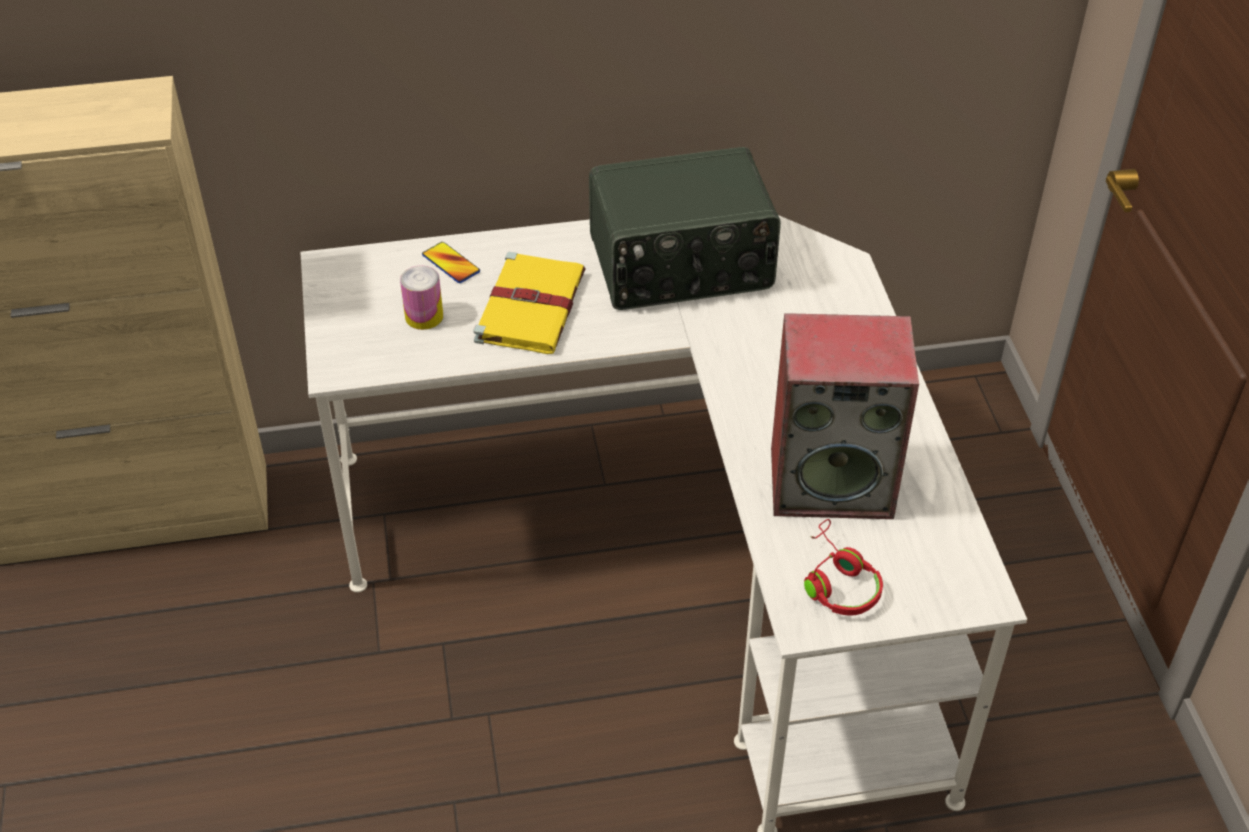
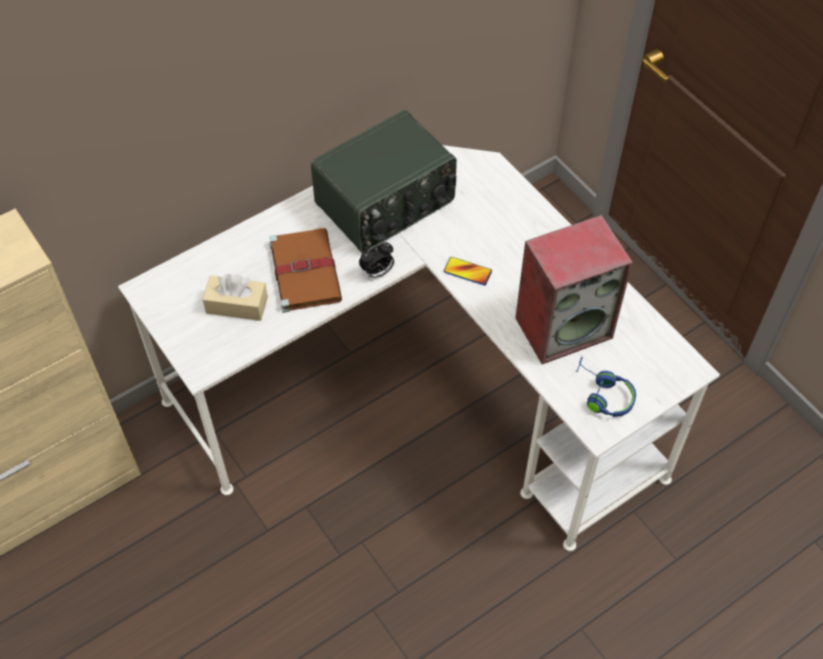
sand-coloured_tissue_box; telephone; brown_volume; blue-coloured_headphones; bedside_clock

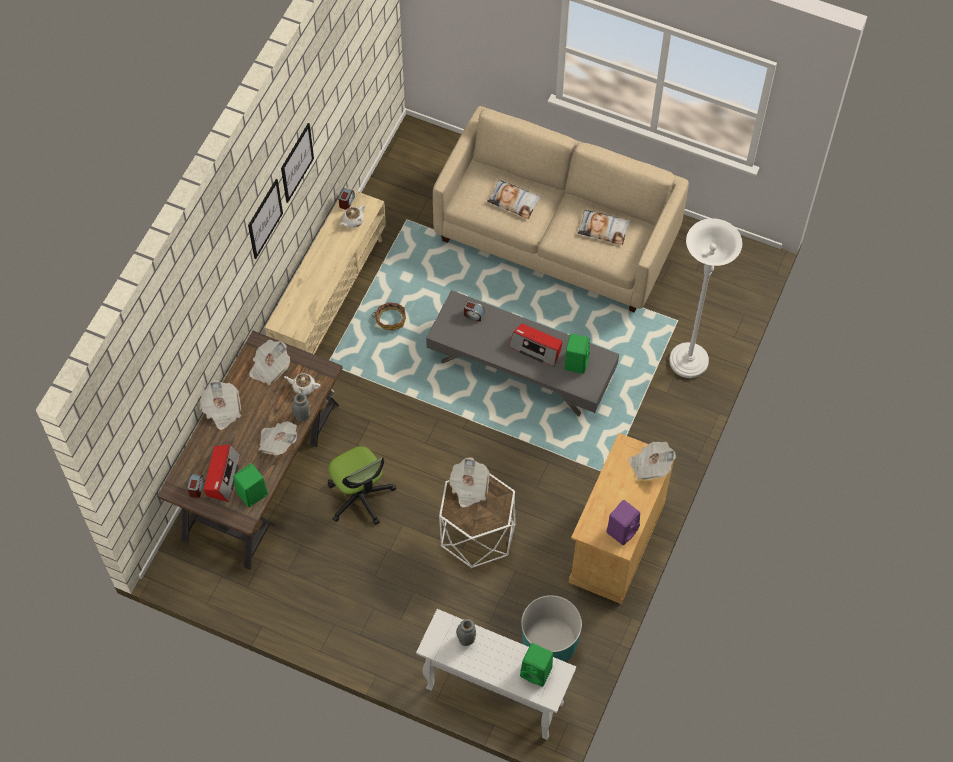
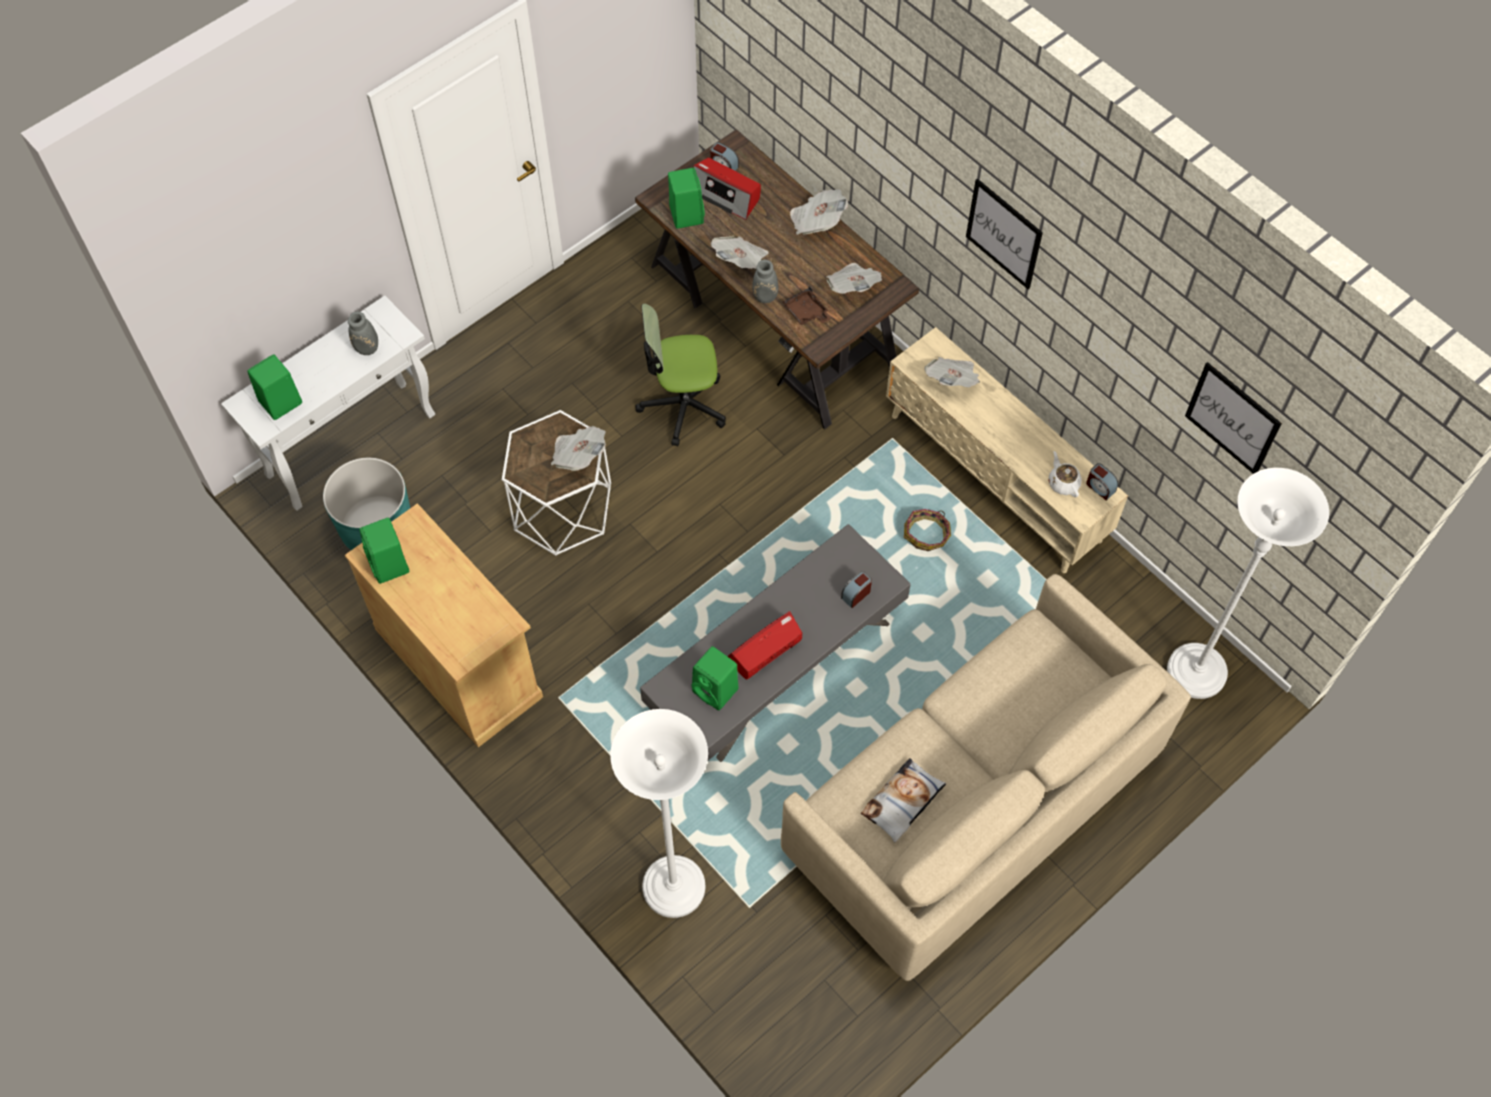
wall_art (2nd from left); brown_serving_tray; cushion (1st from left in the first image); green-coloured_speaker (2nd from left); printed_paper (5th from left); white_floor_lamp (2nd from left)

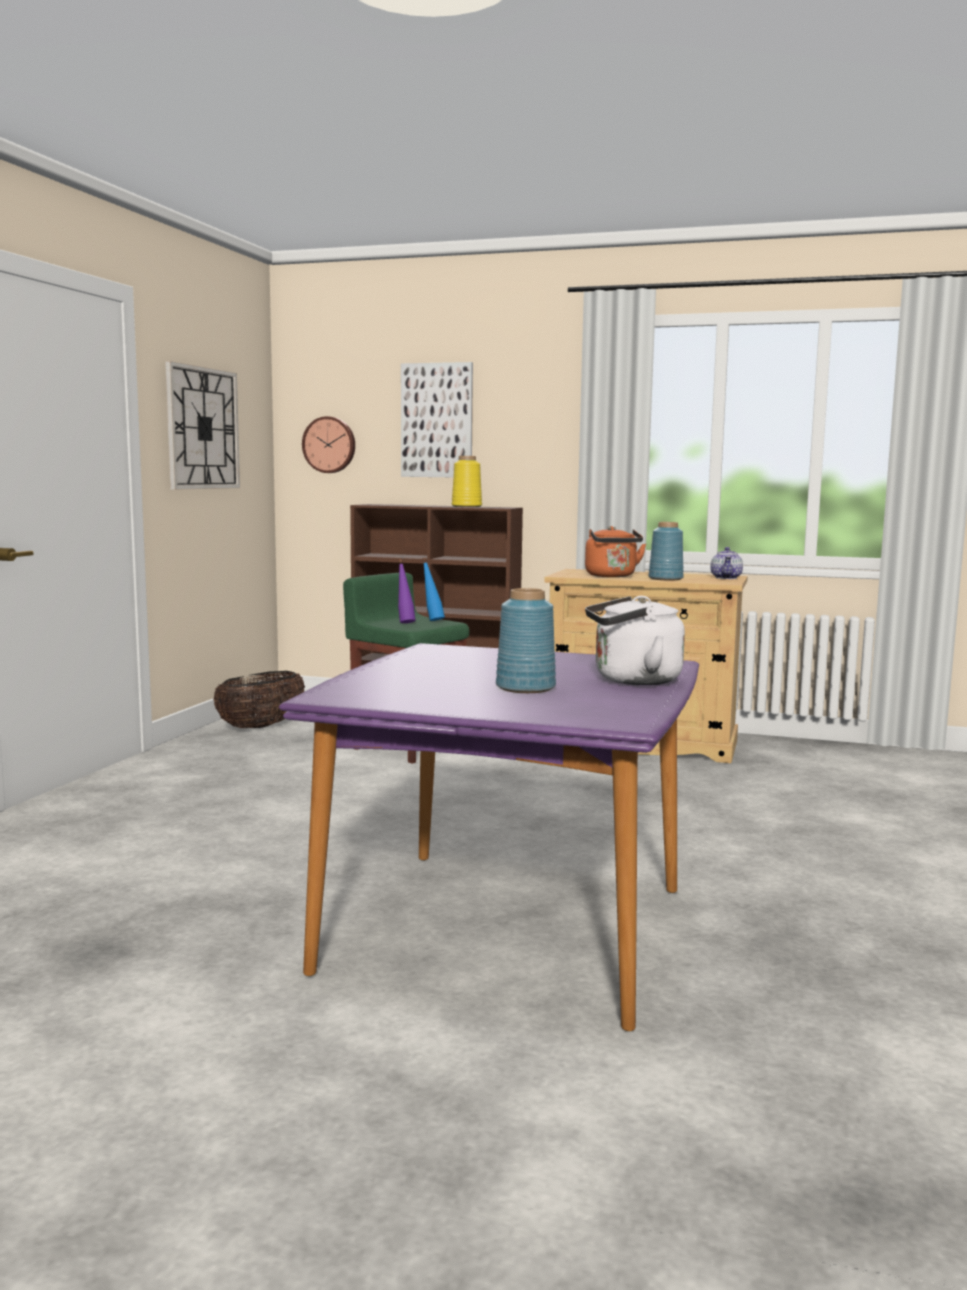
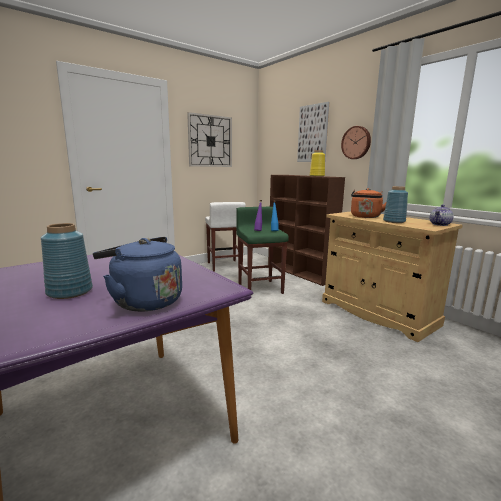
white_stool; clock_on_the_wall (2nd from left); blue-coloured_kettle

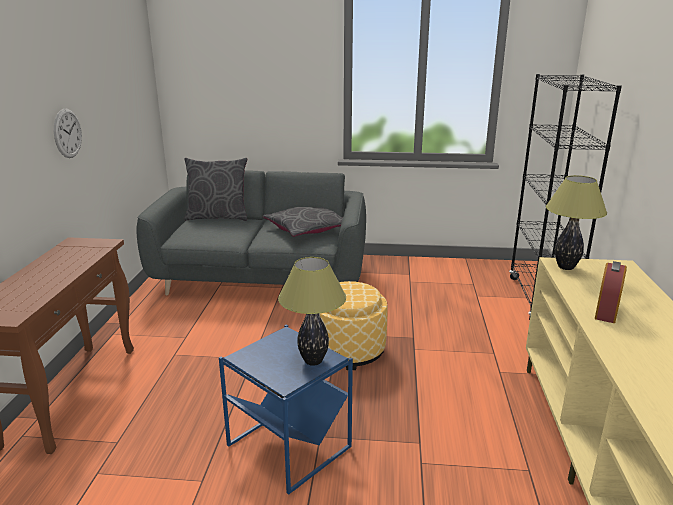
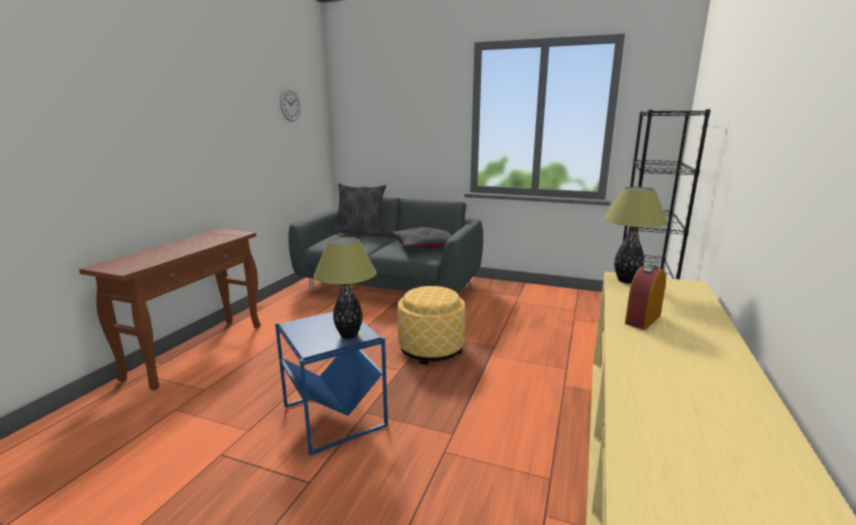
clock_on_the_wall

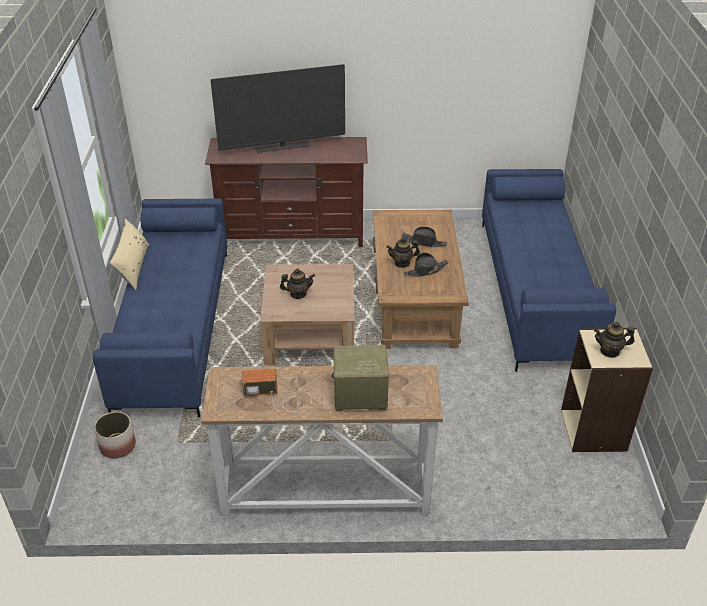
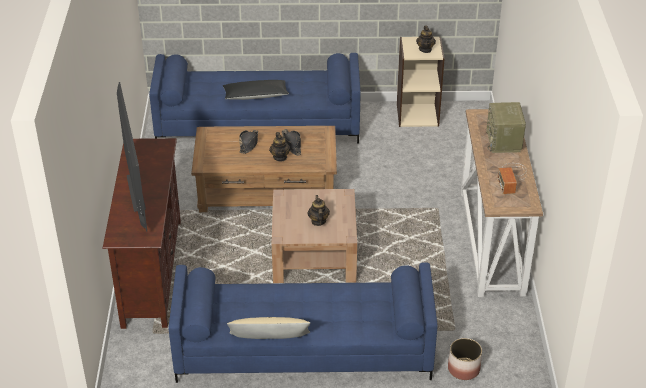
blackish_cushion

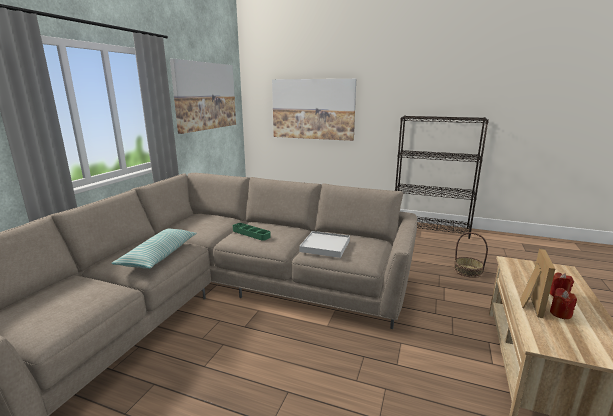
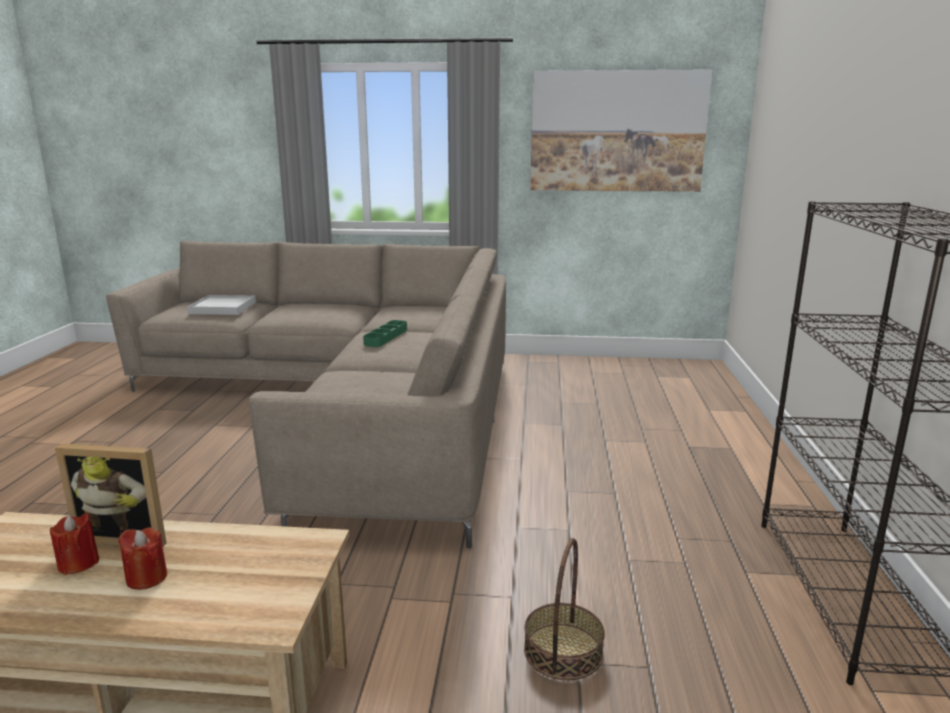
cushion; wall_art (2nd from left in the first image); white_serving_tray

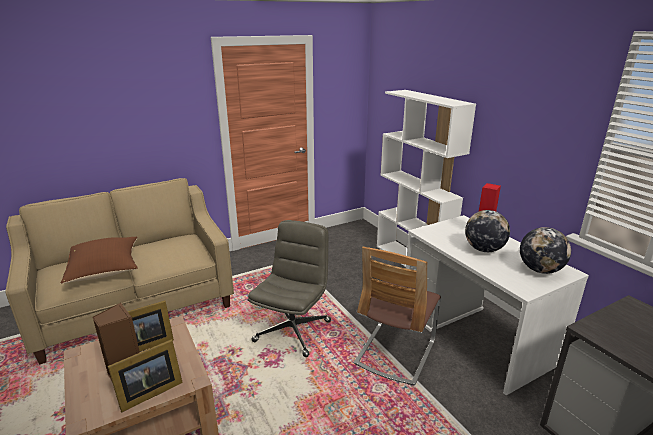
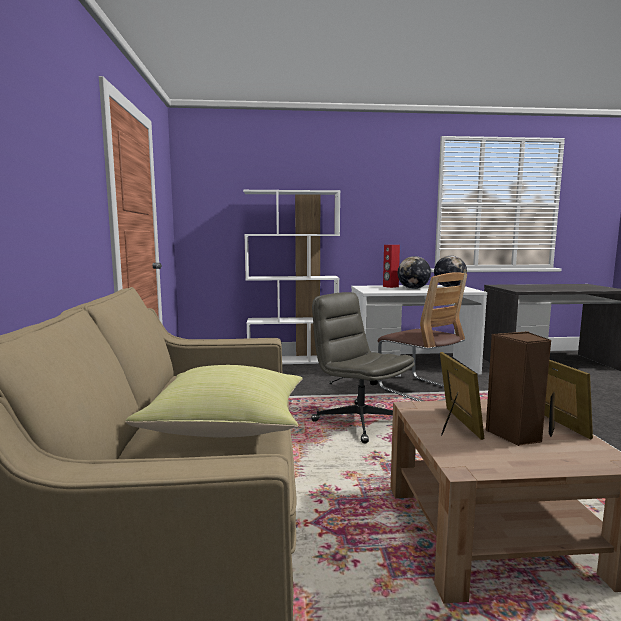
yellowish_cushion

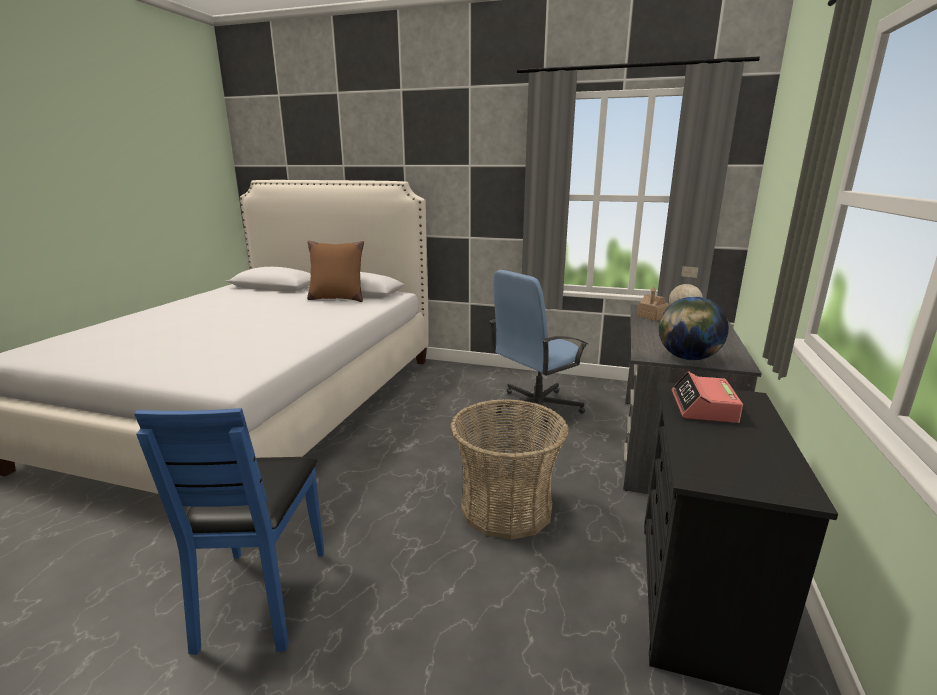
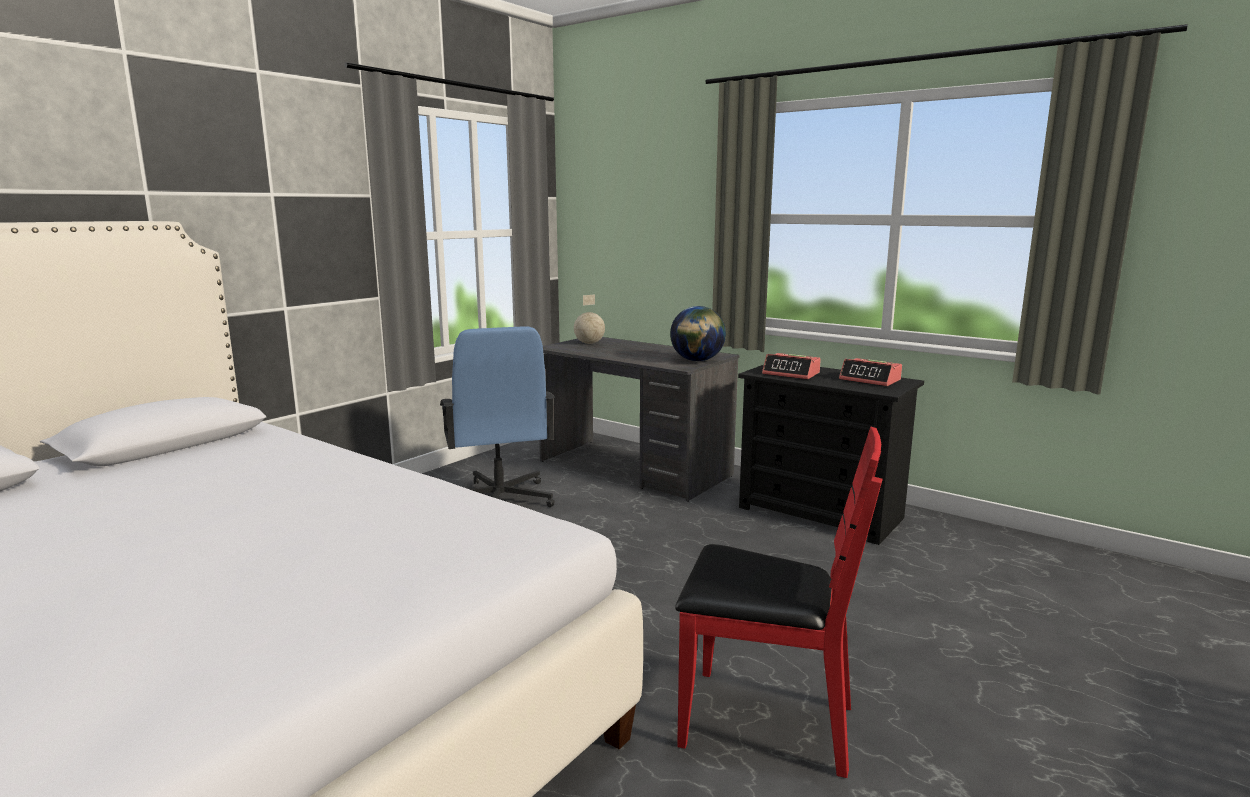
red_plain_chair; brown_cushion; household_basket; toy_house; bedside_clock (2nd from left)

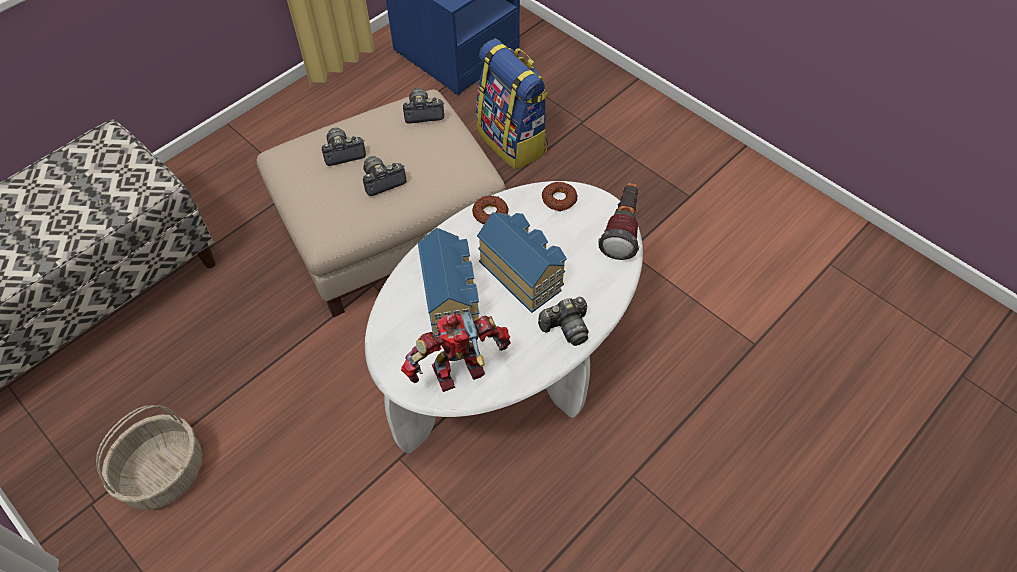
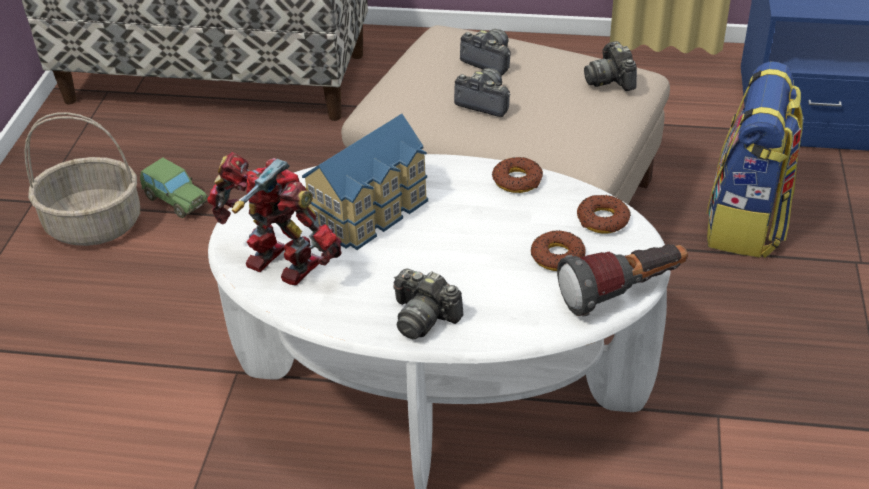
photo_camera (4th from left); toy_house (2nd from left in the first image); toy_car; doughnut (2nd from left)

